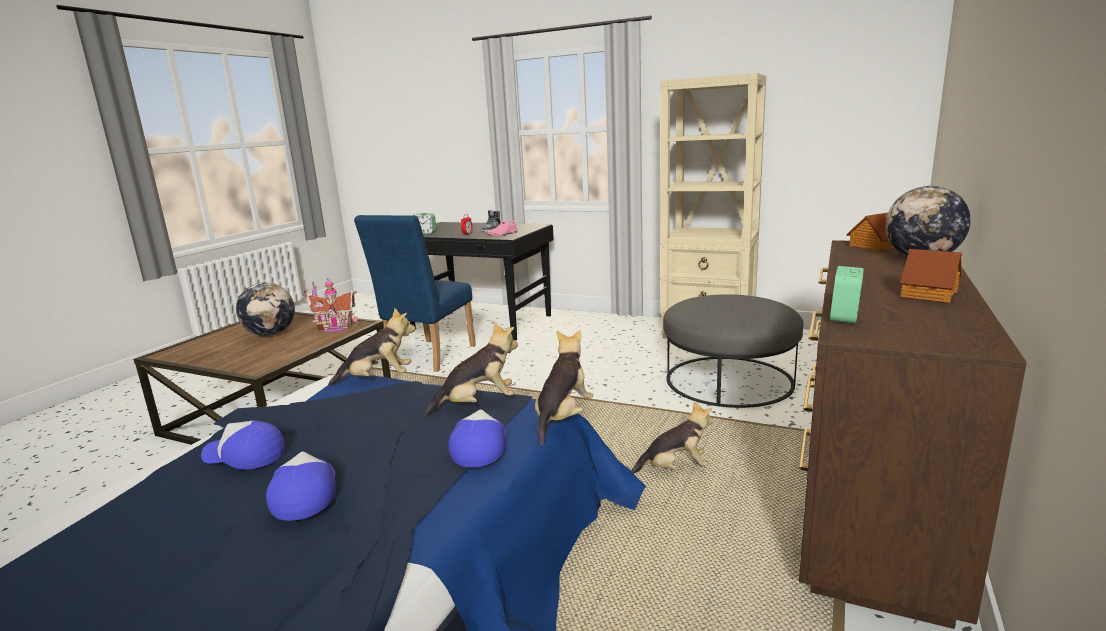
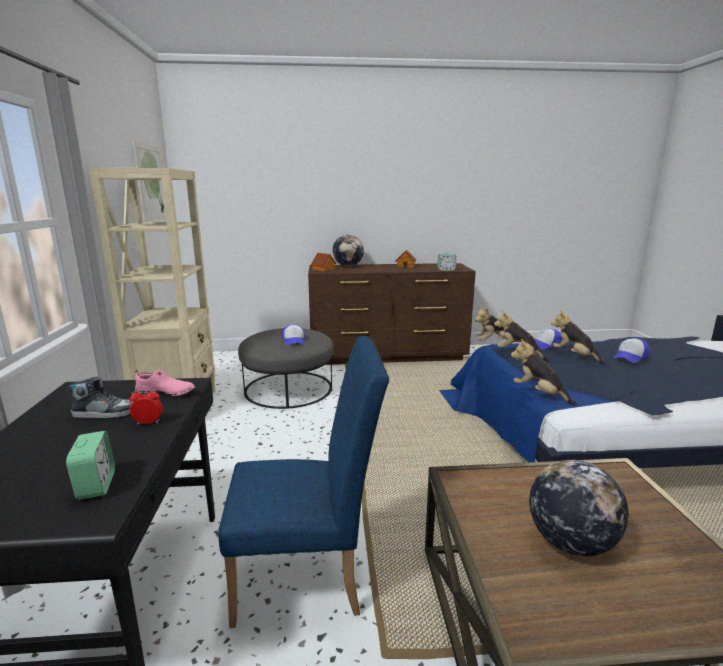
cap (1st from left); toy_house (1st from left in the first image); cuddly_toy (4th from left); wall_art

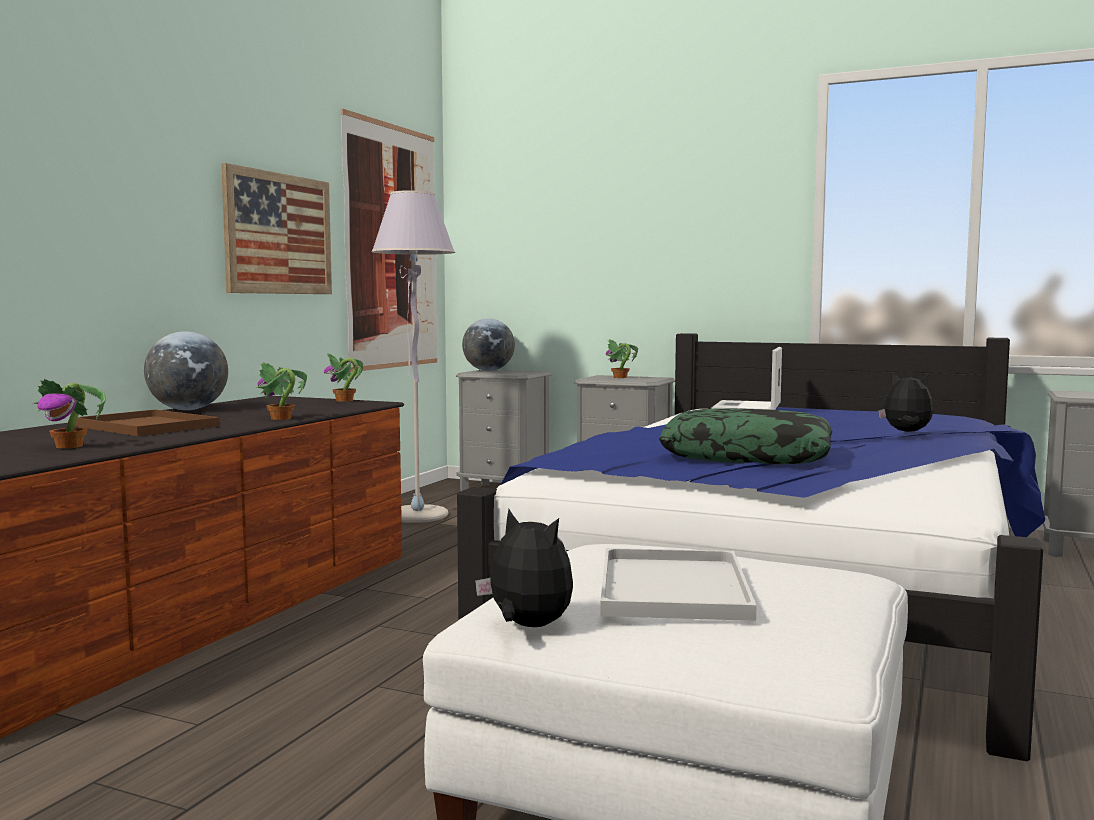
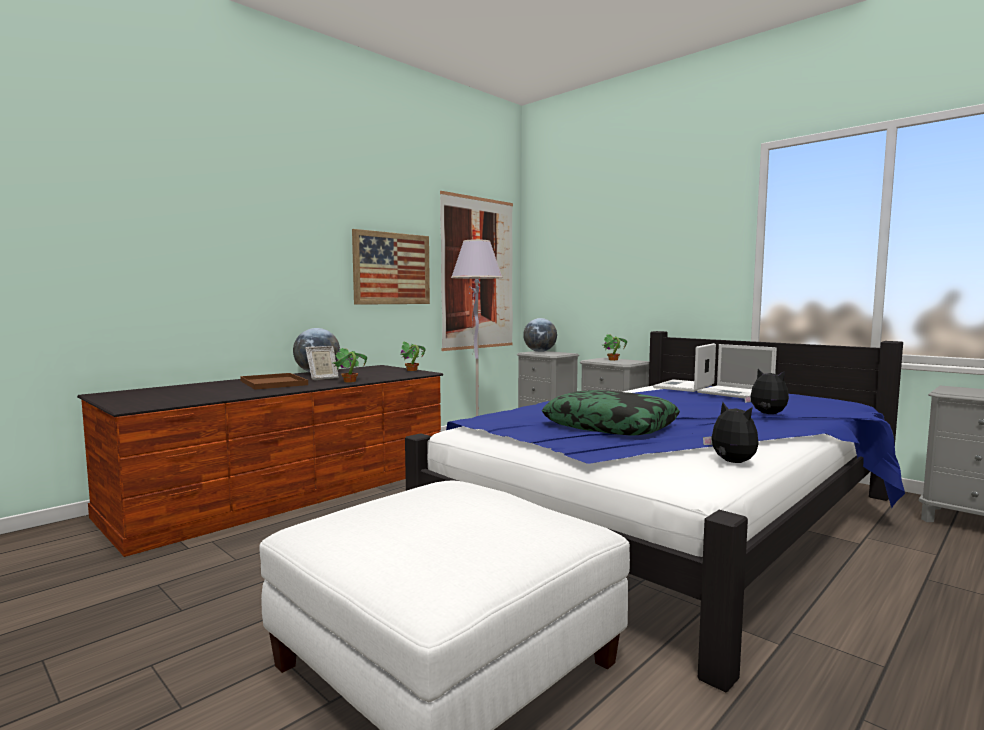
potted_plant (1st from left in the first image); cuddly_toy (1st from left); white_serving_tray; picture_frame; notebook_computer (2nd from left)

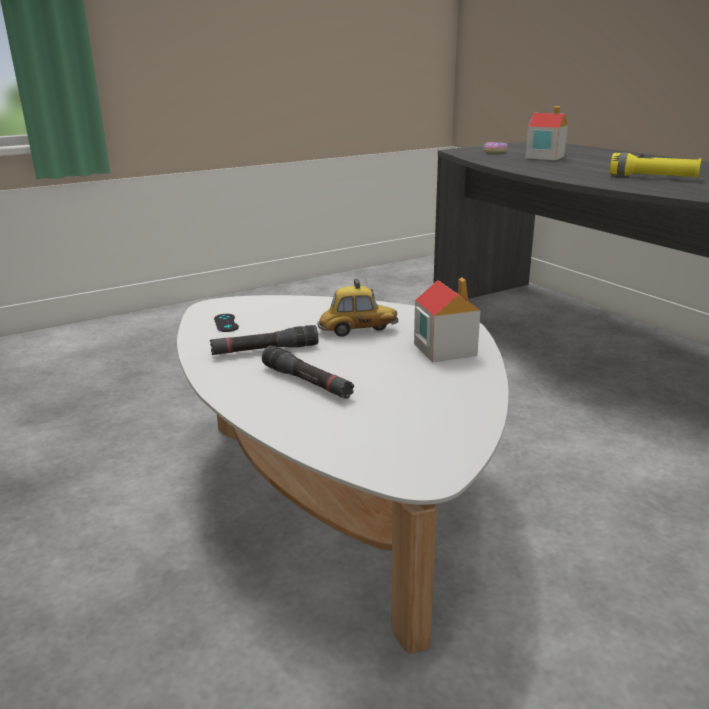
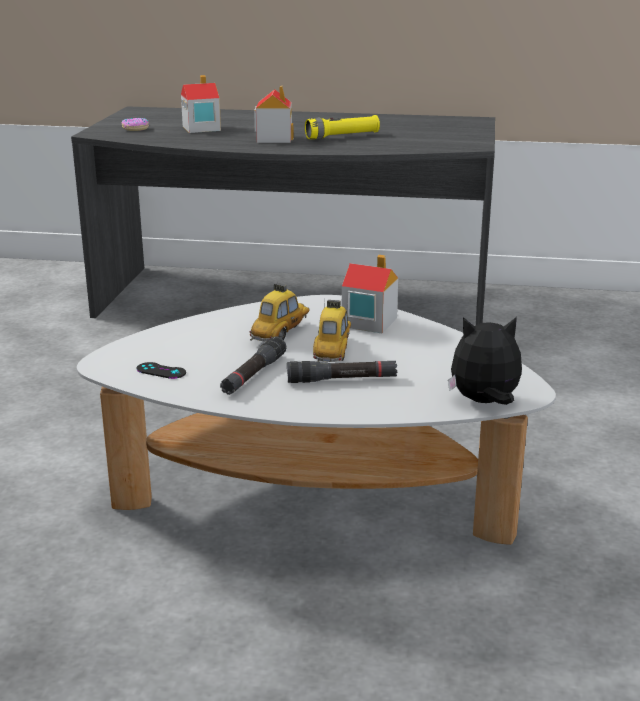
toy_house (2nd from left); toy_car (2nd from left); cuddly_toy

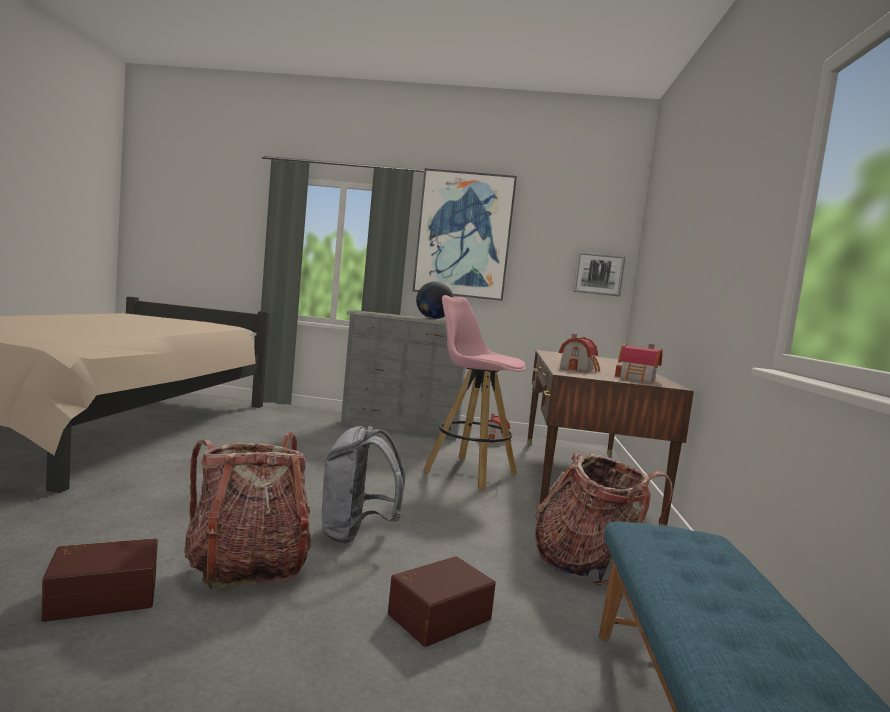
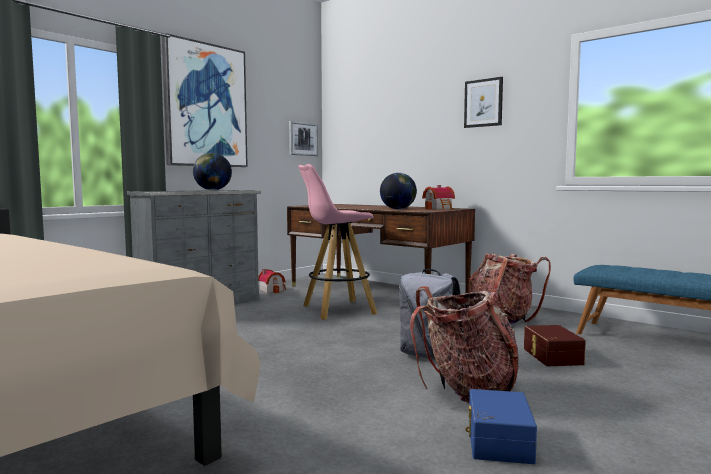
blue-coloured_storage_box; globe (2nd from left); wall_art (3rd from left)

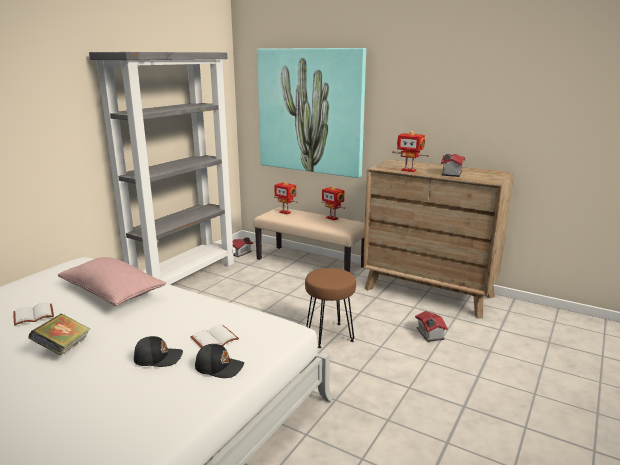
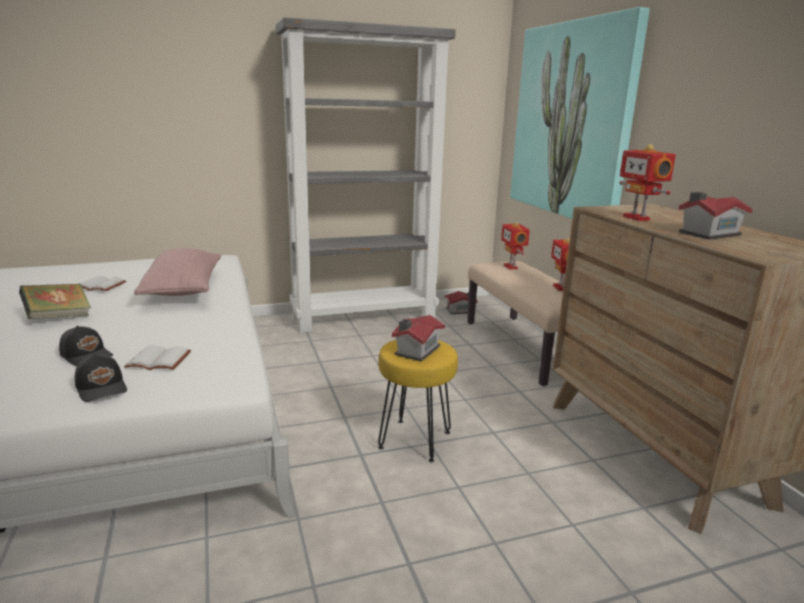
yellowish_stool; toy_house (1st from left)

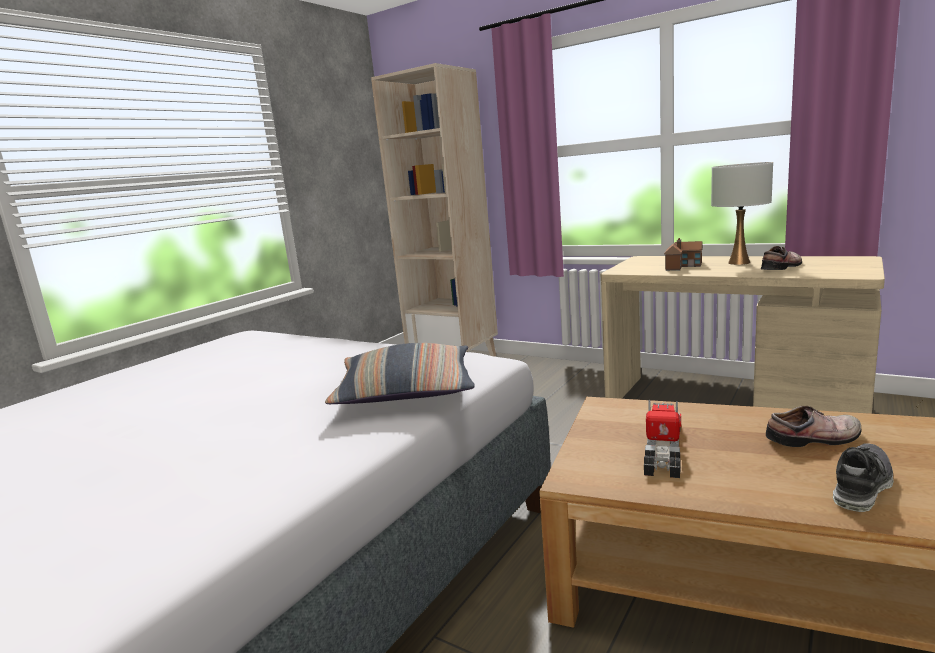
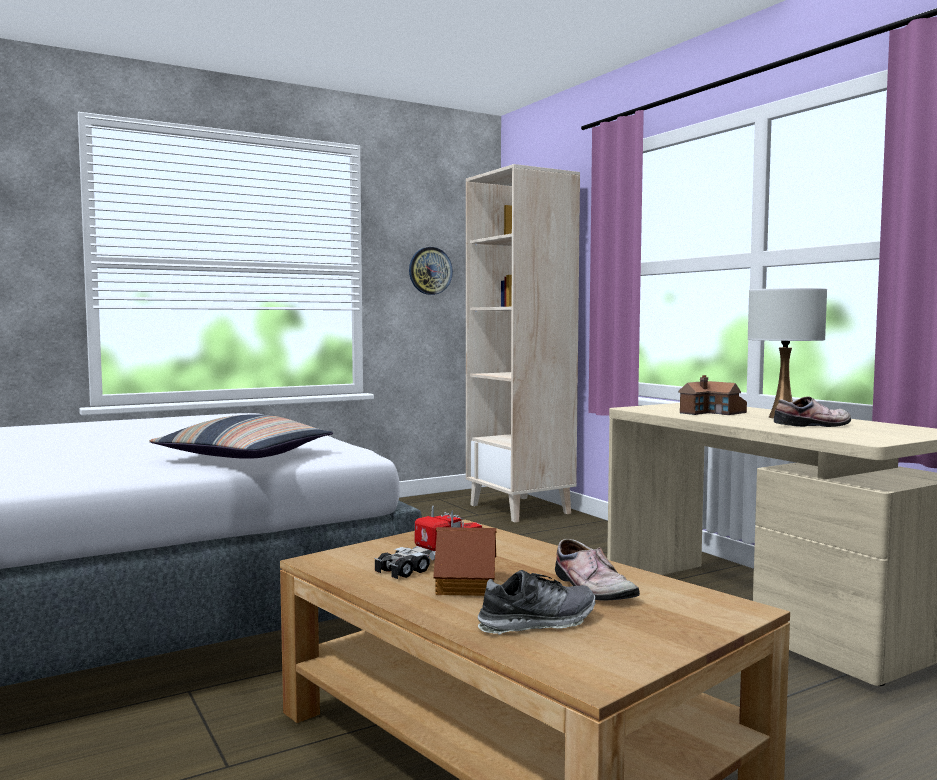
item_of_footwear (2nd from left); clock_on_the_wall; toy_house (1st from left)

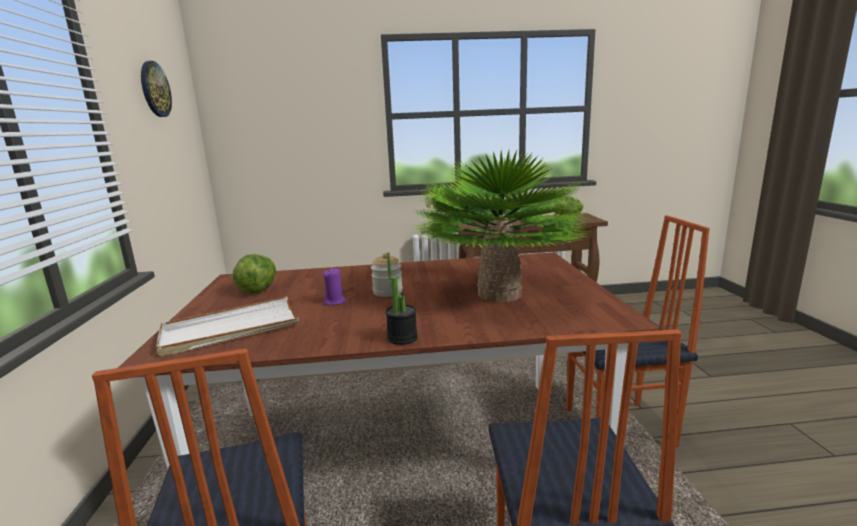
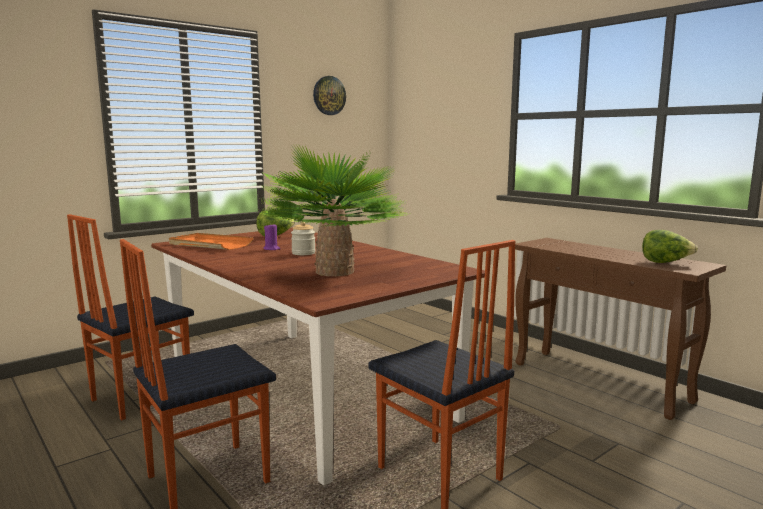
orange-coloured_serving_tray; potted_plant (1st from left in the first image)

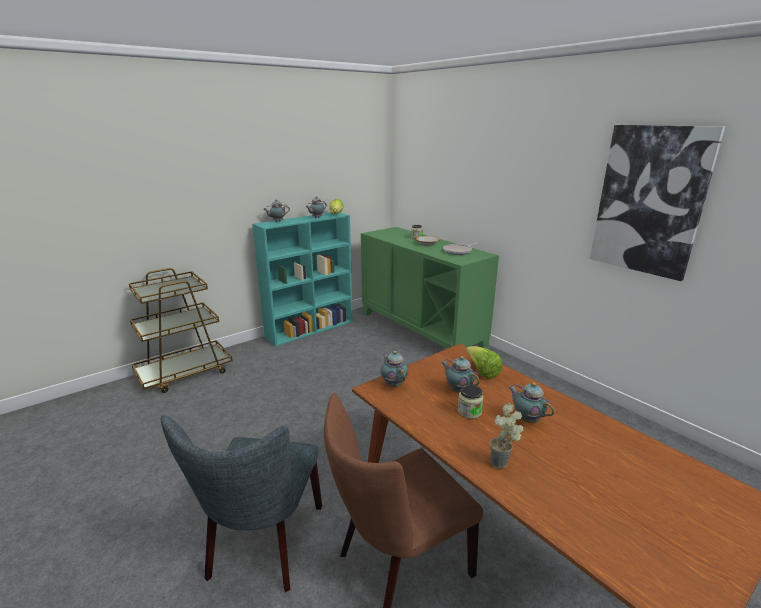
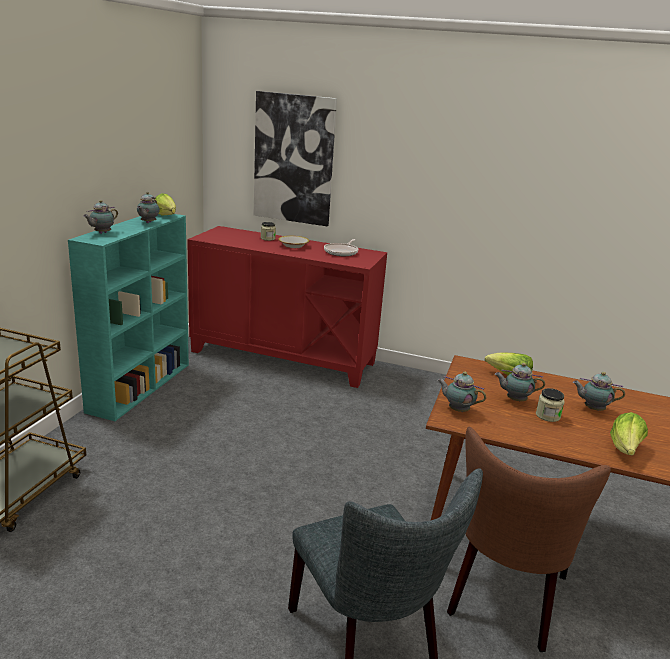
red_cupboard; lettuce (3rd from left); wall_art

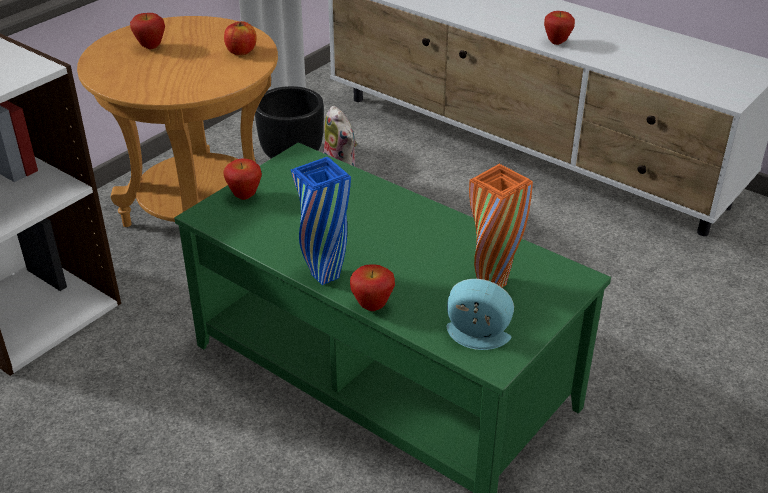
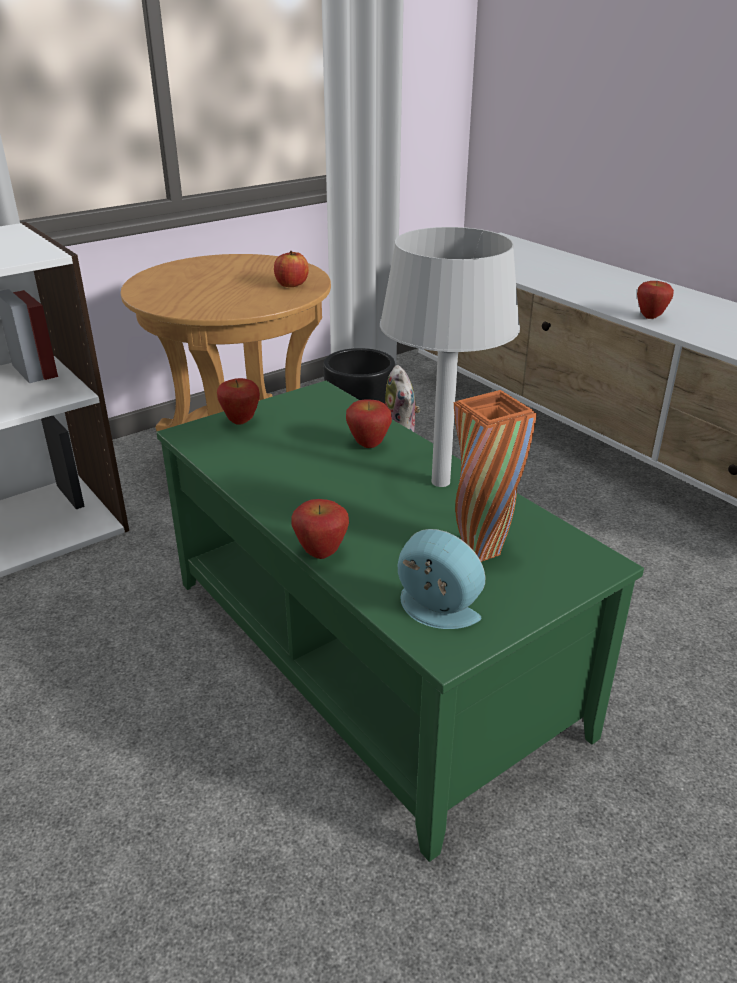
apple_fruit (4th from left); blue-coloured_vase; grey_table_lamp

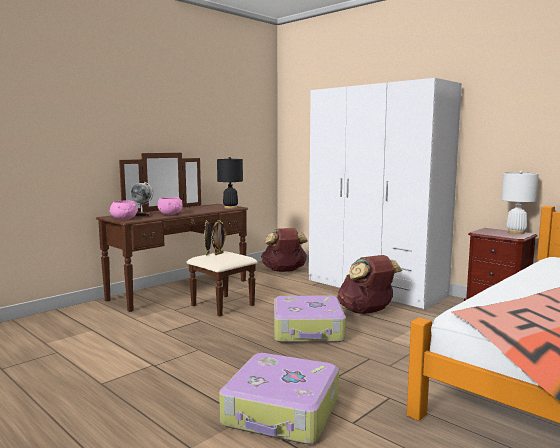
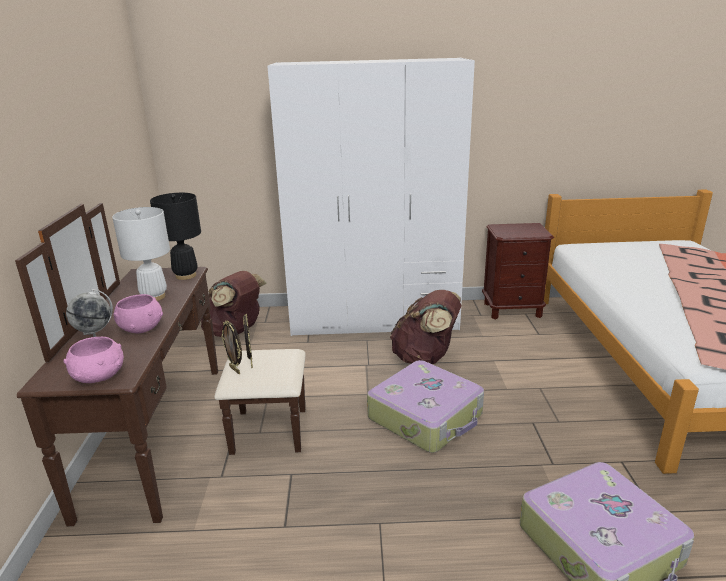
white_table_lamp

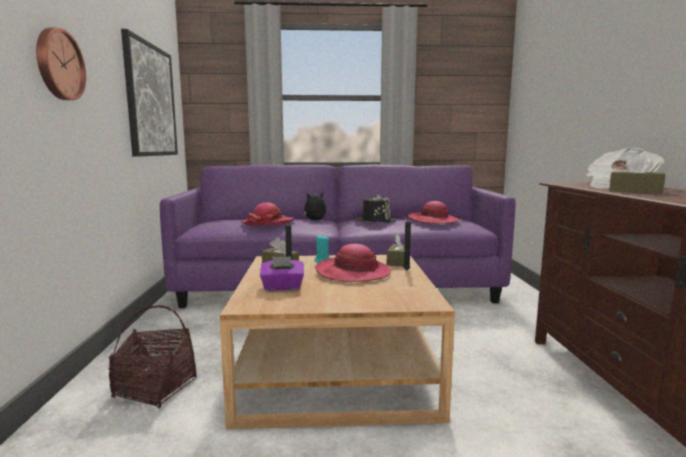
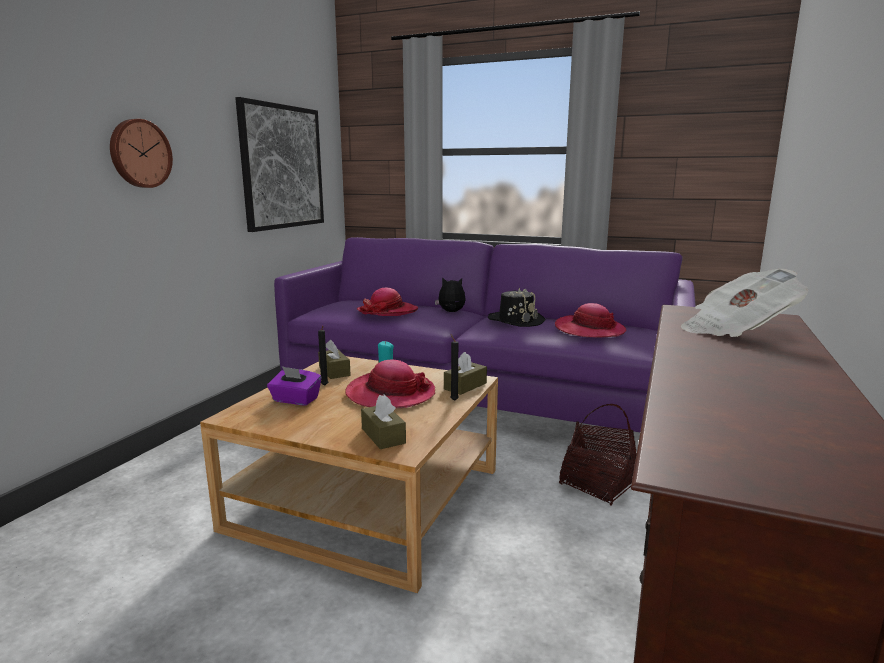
household_basket; brown_tissue_box (2nd from left)

